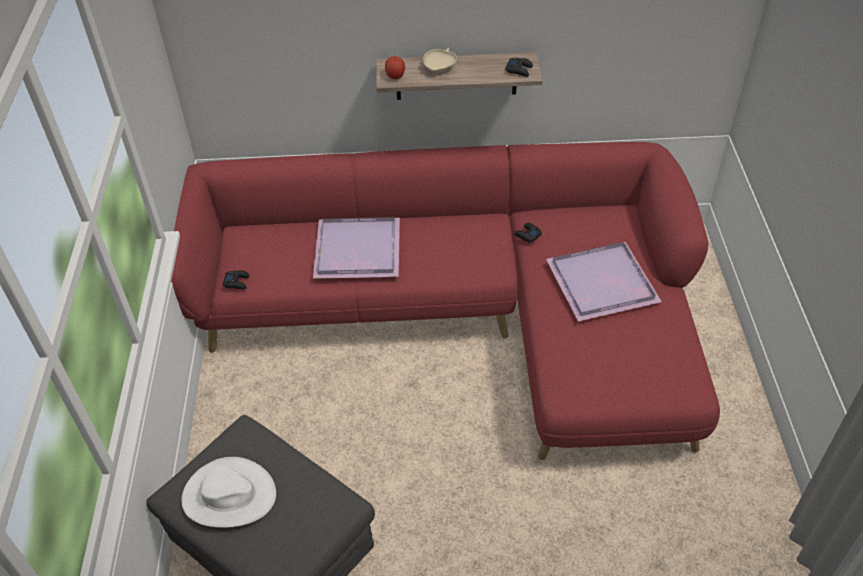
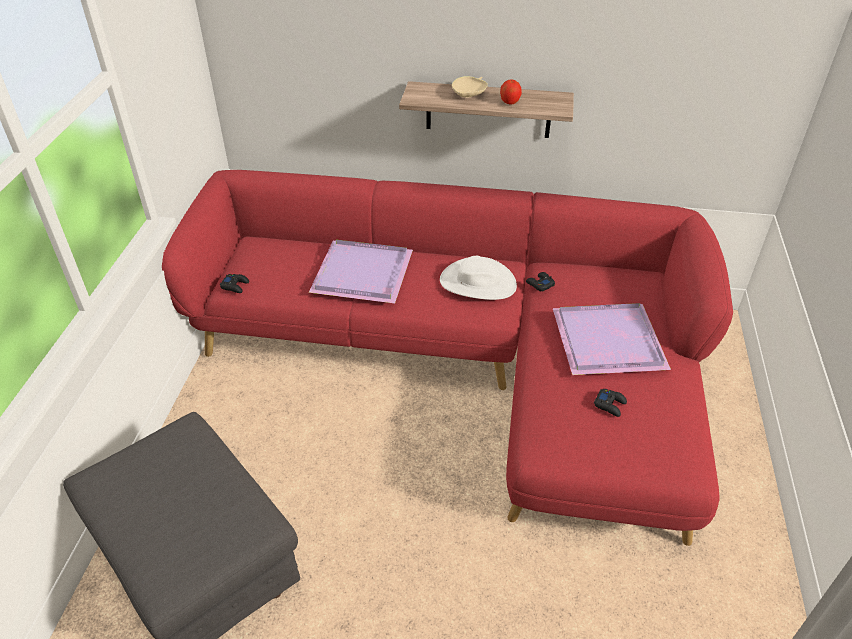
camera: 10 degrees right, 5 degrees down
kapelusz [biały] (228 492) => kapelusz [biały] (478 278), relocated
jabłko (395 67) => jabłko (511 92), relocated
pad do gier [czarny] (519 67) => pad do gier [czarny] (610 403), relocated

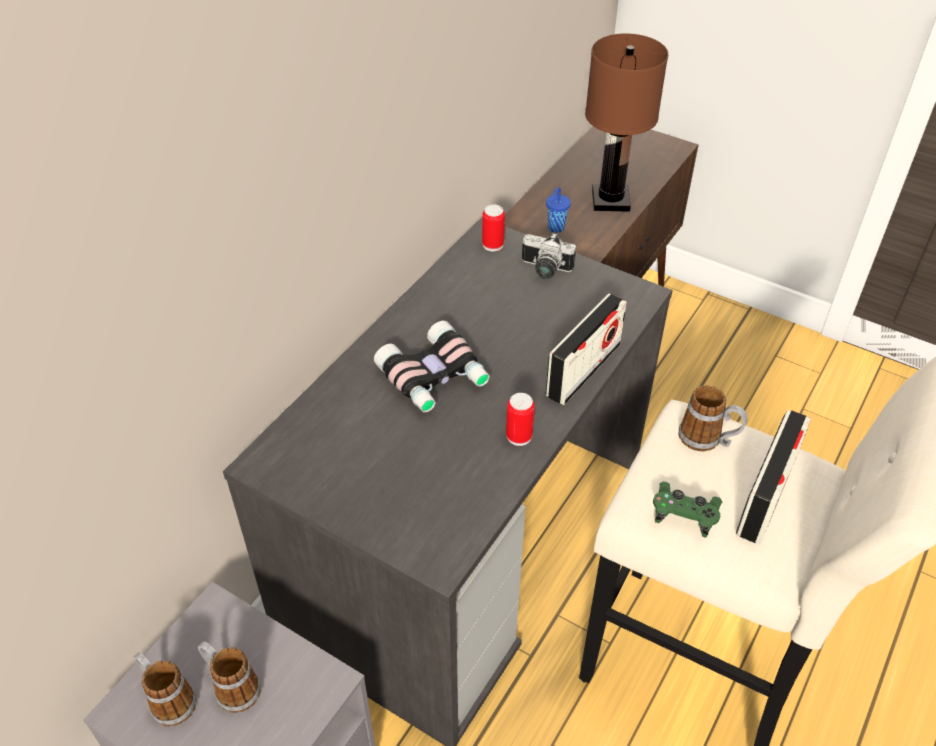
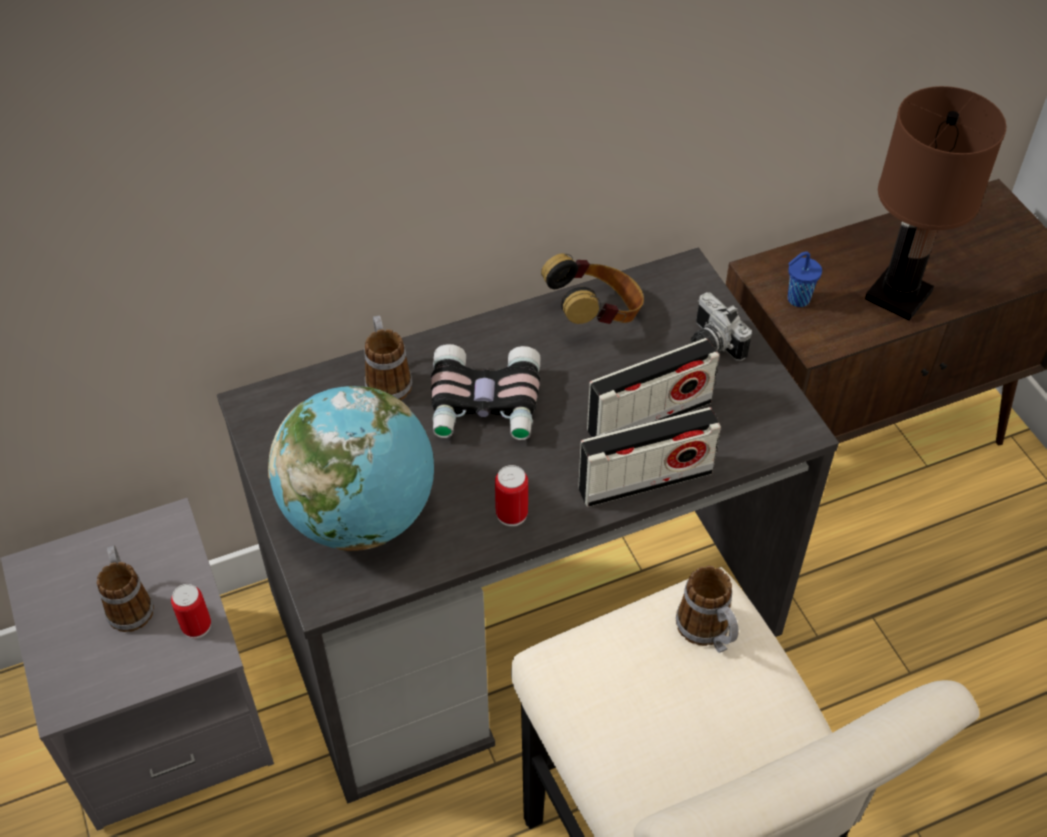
camera: 35 degrees right, 5 degrees up
puszka (493 227) => puszka (191 611), relocated
nothing => globus (351 468)
kubek (164 689) => kubek (388 357), relocated
nothing => słuchawki (592 288)
radio (773 477) => radio (653 387), relocated
pad do gier [zielony] (688 509) => nothing

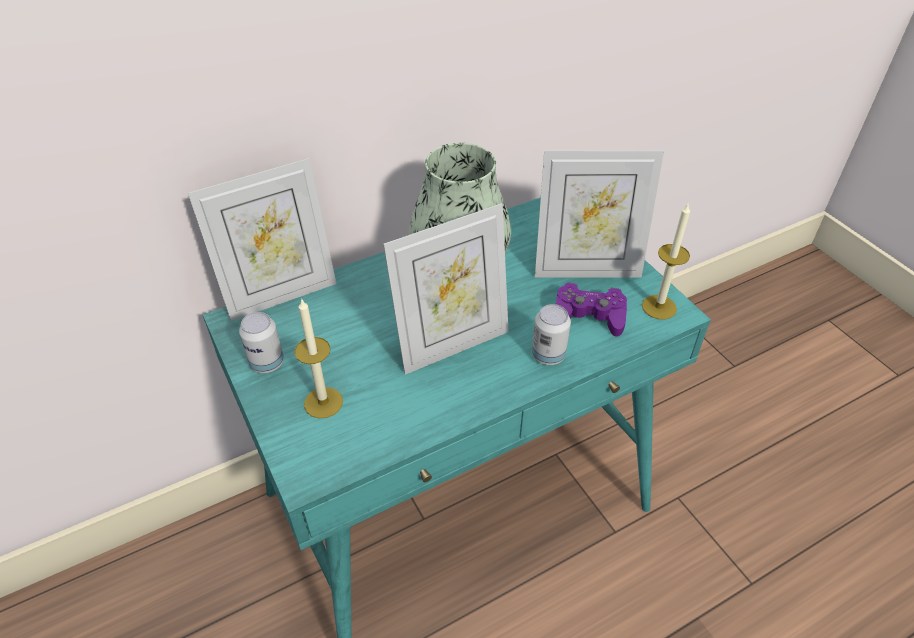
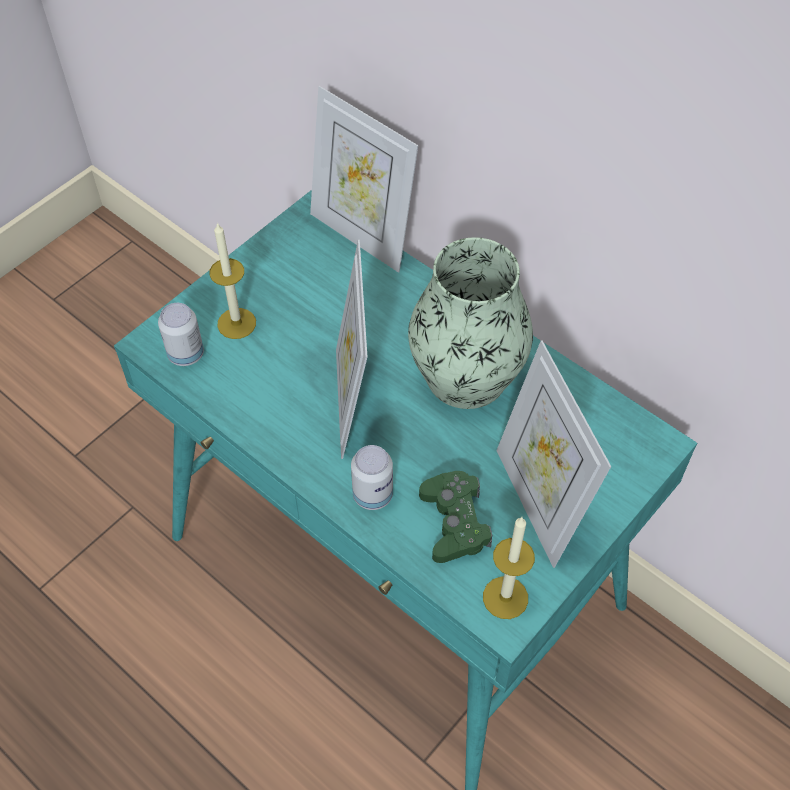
camera: 70 degrees right, 10 degrees up
puszka (261 342) => puszka (181 334), relocated
ramka na zdjęcie (446 289) => ramka na zdjęcie (352 349), 45 degrees clockwise
pad do gier [fioletowy] (591 310) => pad do gier [zielony] (455 517)

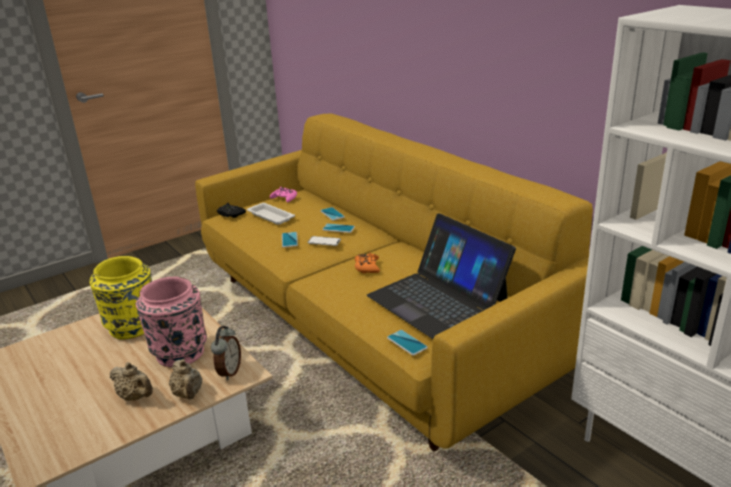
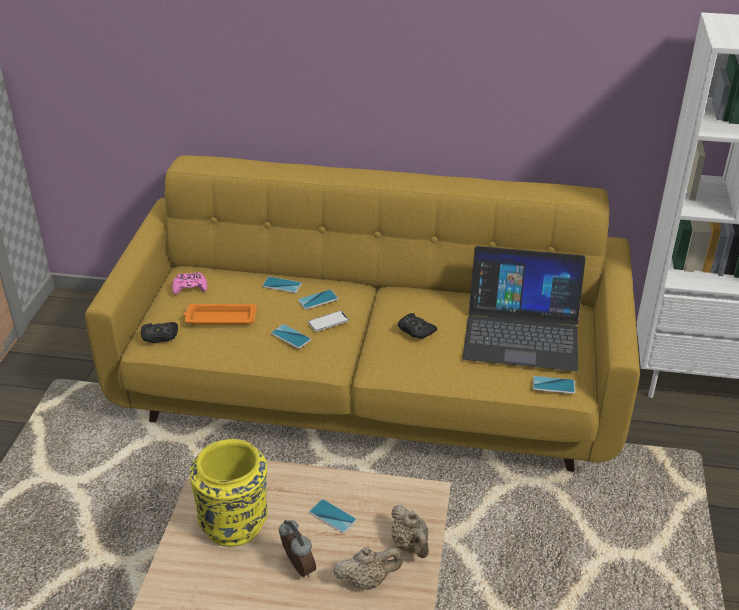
camera: 45 degrees left, 10 degrees up
taca [biały] (271 214) => taca [pomarańczowy] (220 314)
budzik (226 353) => budzik (297 548), relocated
wazon [różowy] (171 322) => telefon (333 516)
imbryk [beżowy] (185 379) => imbryk [beżowy] (410 531), 45 degrees clockwise
pad do gier [pomarańczowy] (367 263) => pad do gier [czarny] (417 326)

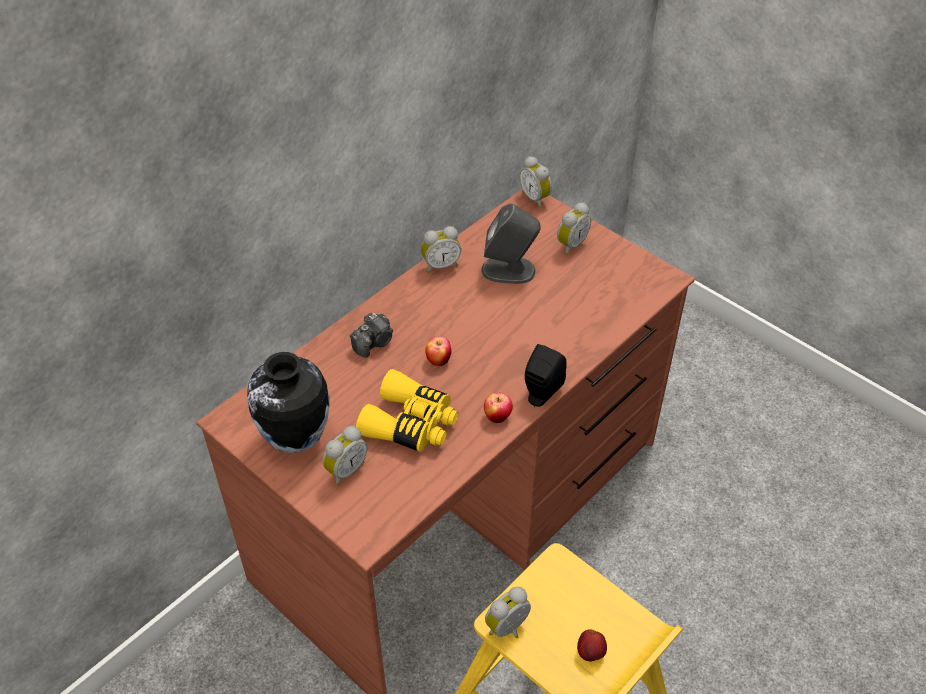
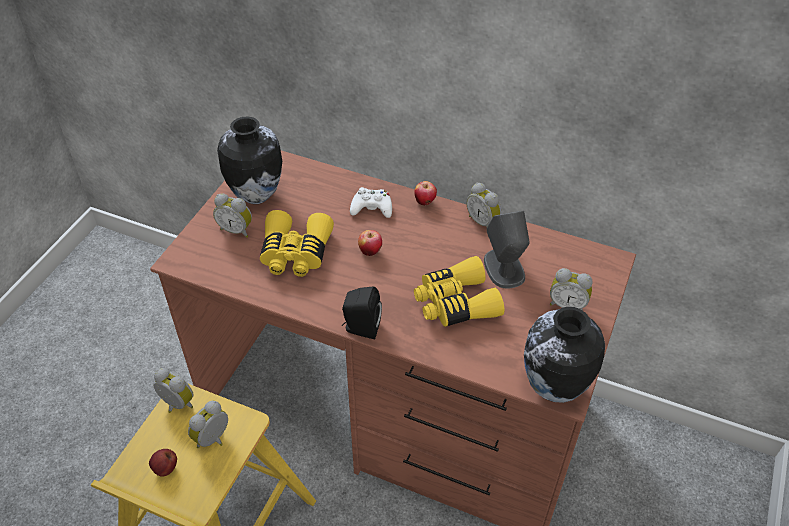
camera: 70 degrees right, 0 degrees up
budzik (535 182) => budzik (208 424), relocated
aparat fotograficzny (371 335) => pad do gier [biały] (371 202)
jabłko (498 408) => jabłko (425 193), relocated
nothing => lornetka [żółty] (459 291)
nothing => wazon (564 355)

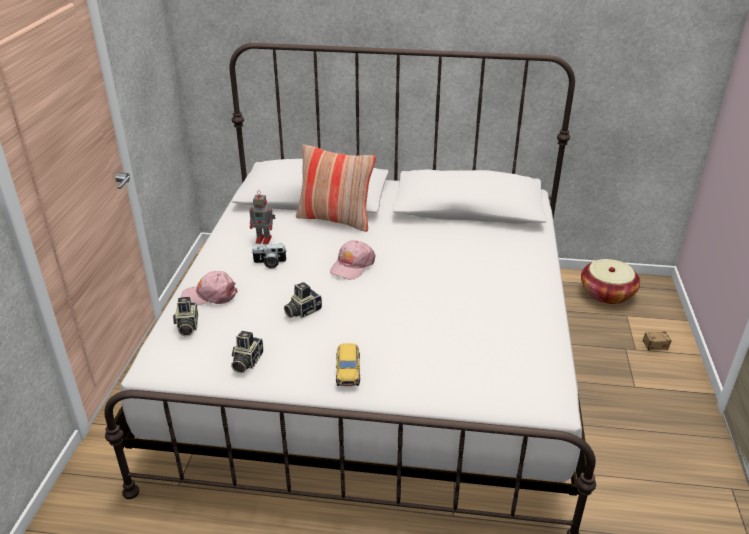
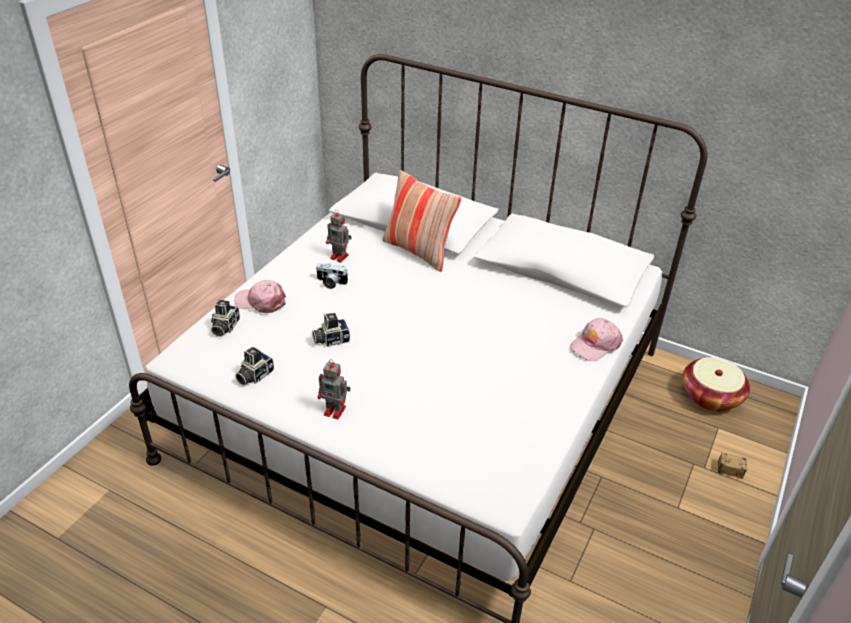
camera: 20 degrees right, 5 degrees up
samochodzik (348 364) => robot zabawkowy (334 389)
czapka z daszkiem [różowy] (353 260) => czapka z daszkiem [różowy] (596 339), relocated

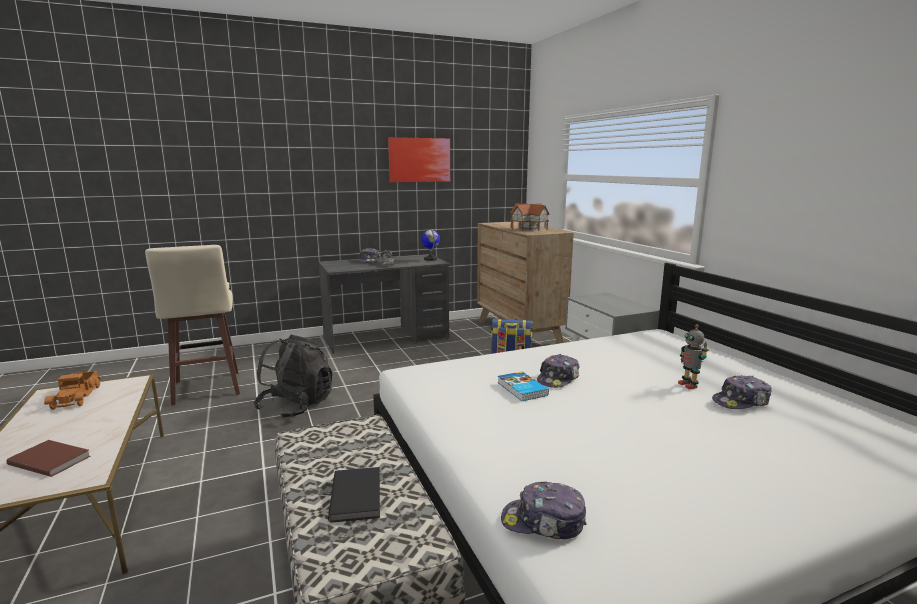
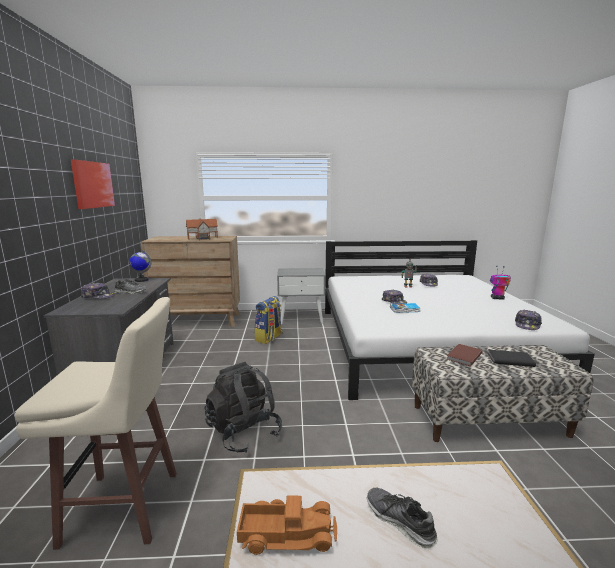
camera: 70 degrees left, 0 degrees up
nothing => but (402 518)
książka [brązowy] (48 458) => książka [brązowy] (464 355), relocated
nothing => robot zabawkowy (500 283)

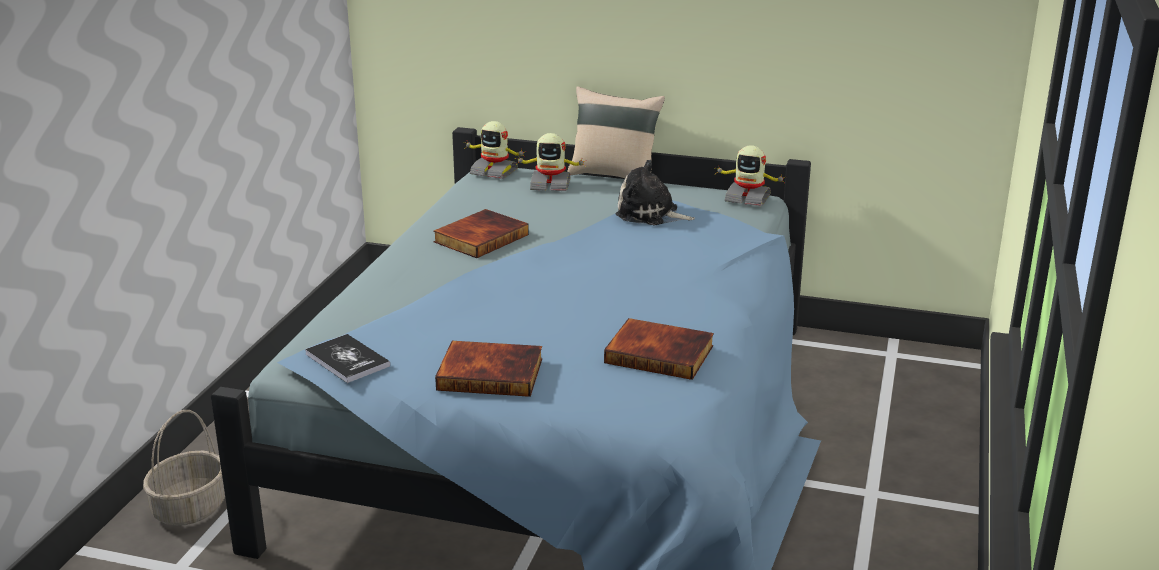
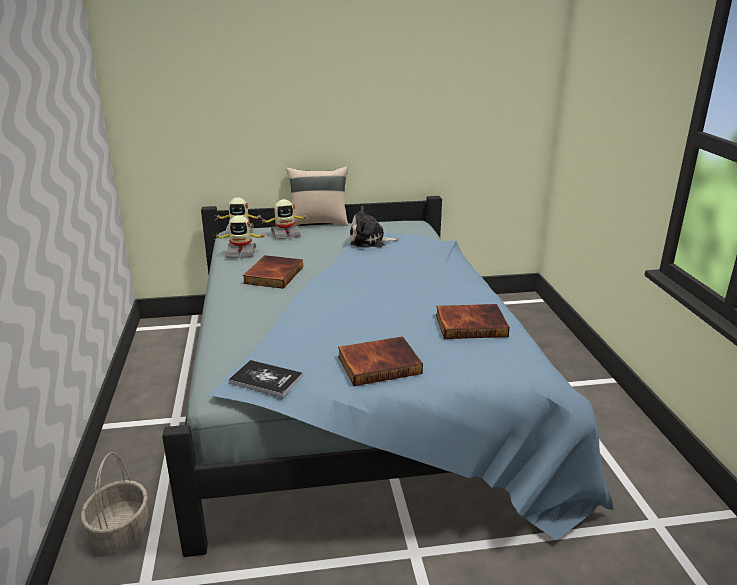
camera: 25 degrees left, 0 degrees up
robot zabawkowy (749 176) => robot zabawkowy (240 236), relocated

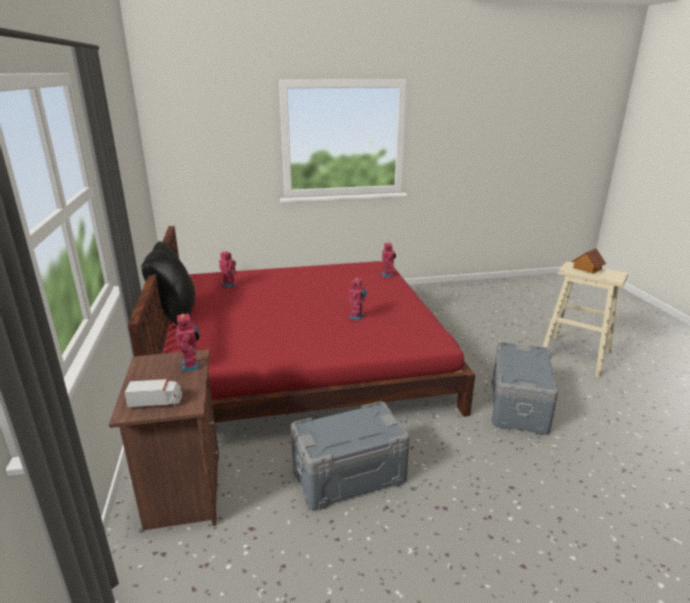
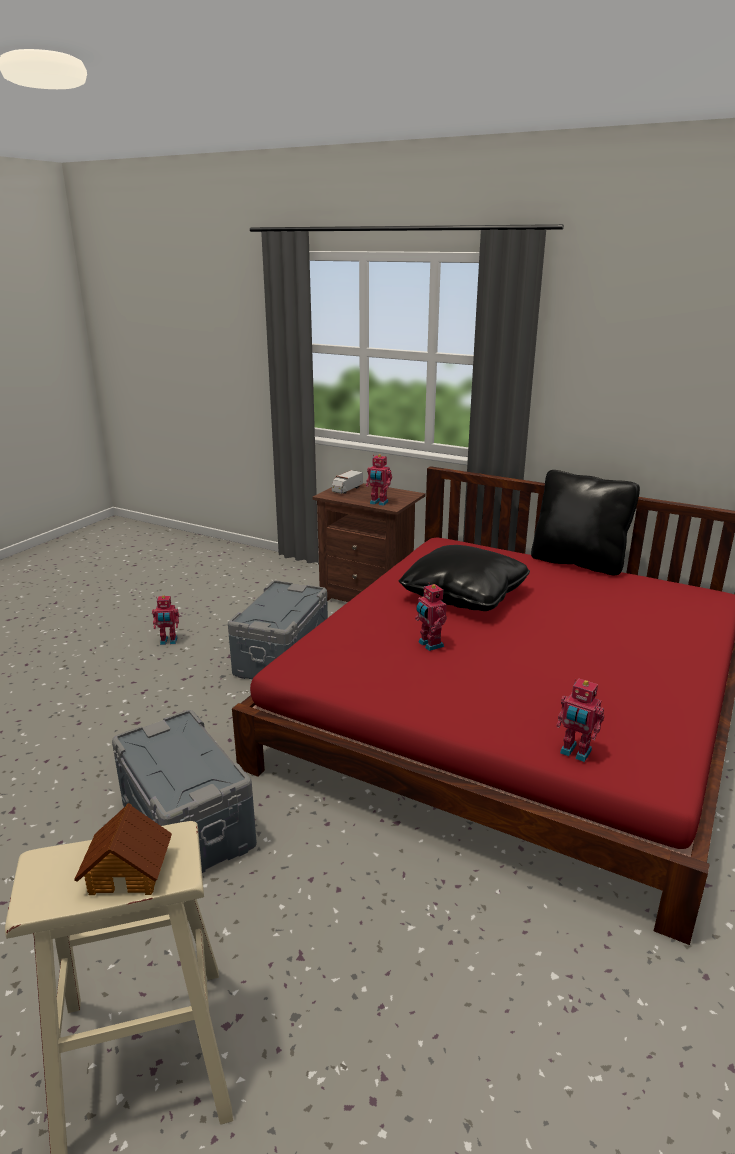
camera: 130 degrees right, 0 degrees up
robot zabawkowy (228 269) => robot zabawkowy (165 620), relocated
nothing => poduszka [czarny] (464 578)

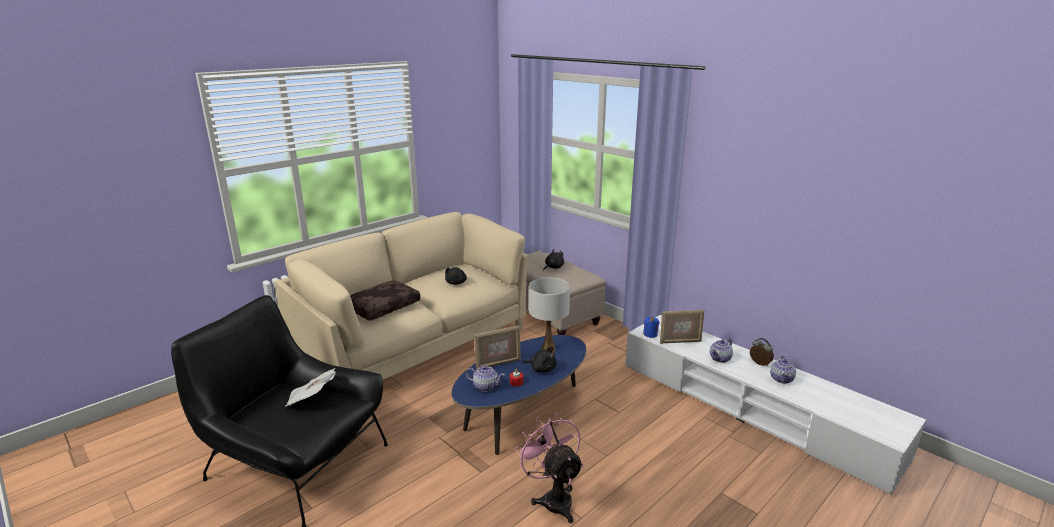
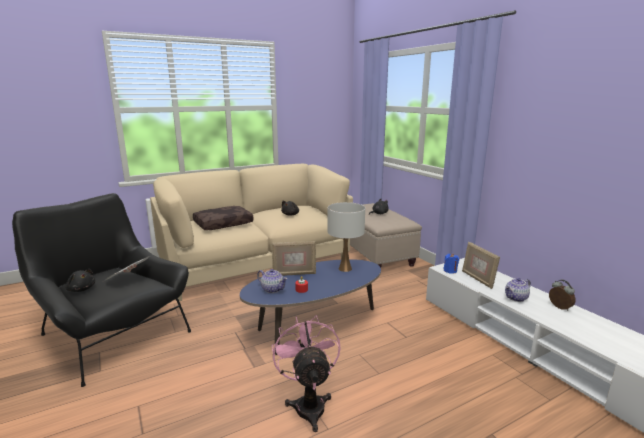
camera: 15 degrees right, 5 degrees down
pluszak [czarny] (539 359) => pluszak [czarny] (80 280), relocated
ramka na zdjęcie (682 327) => ramka na zdjęcie (481 265), 60 degrees clockwise
imbryk (783 370) => nothing

